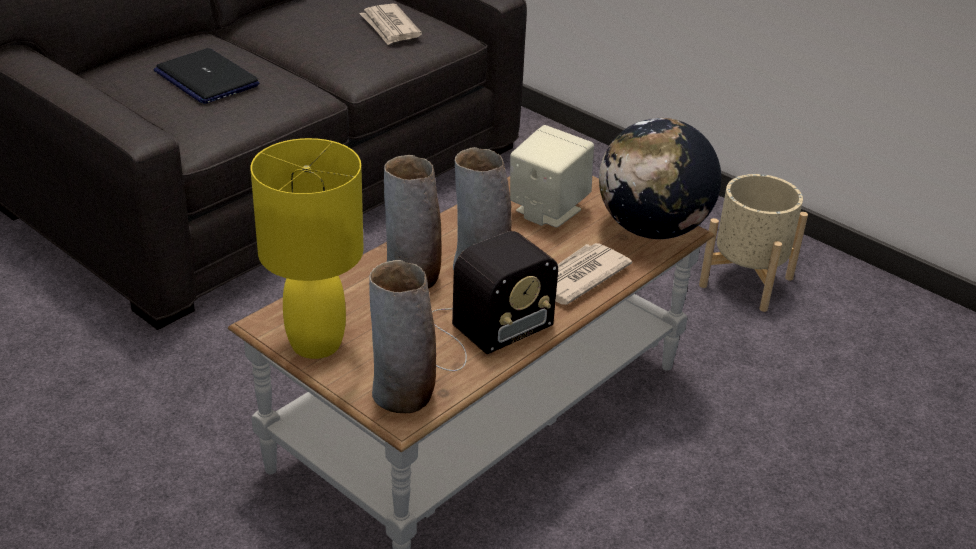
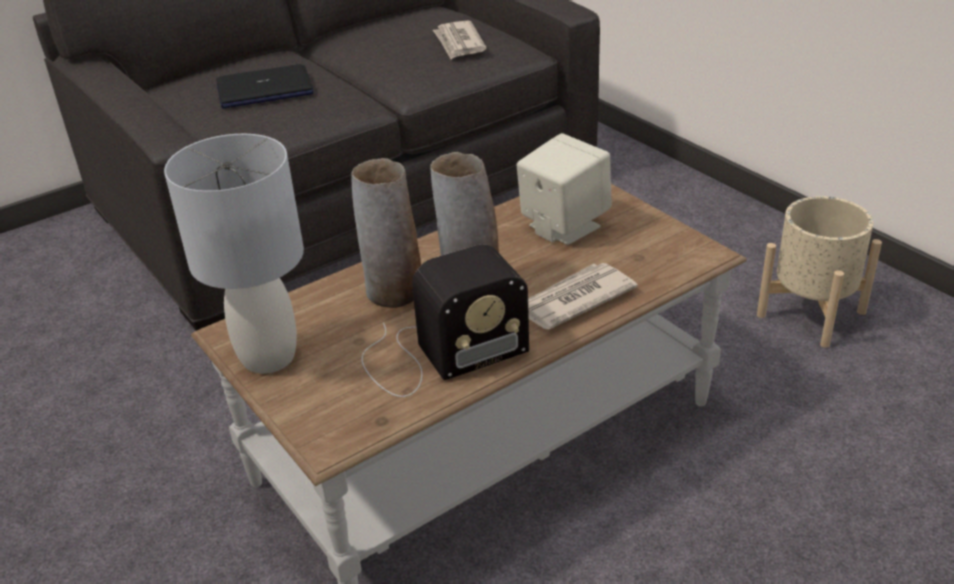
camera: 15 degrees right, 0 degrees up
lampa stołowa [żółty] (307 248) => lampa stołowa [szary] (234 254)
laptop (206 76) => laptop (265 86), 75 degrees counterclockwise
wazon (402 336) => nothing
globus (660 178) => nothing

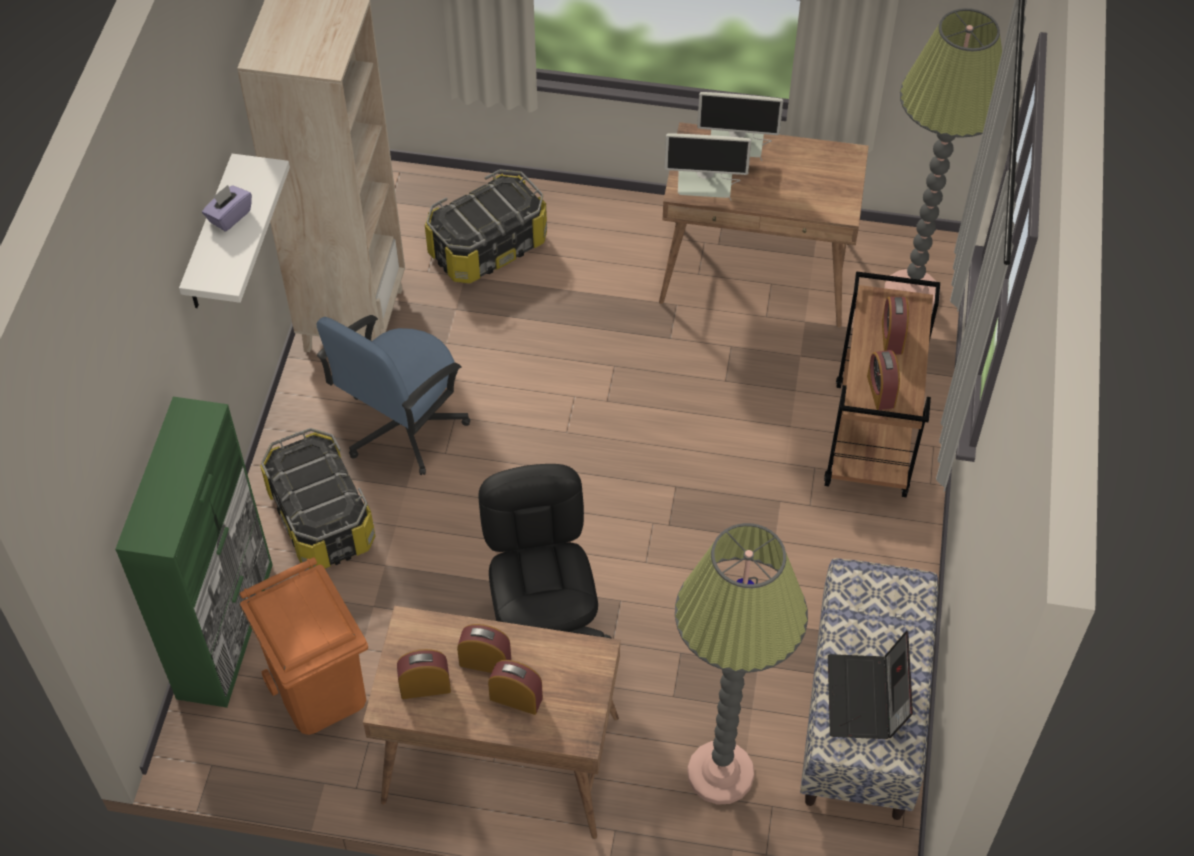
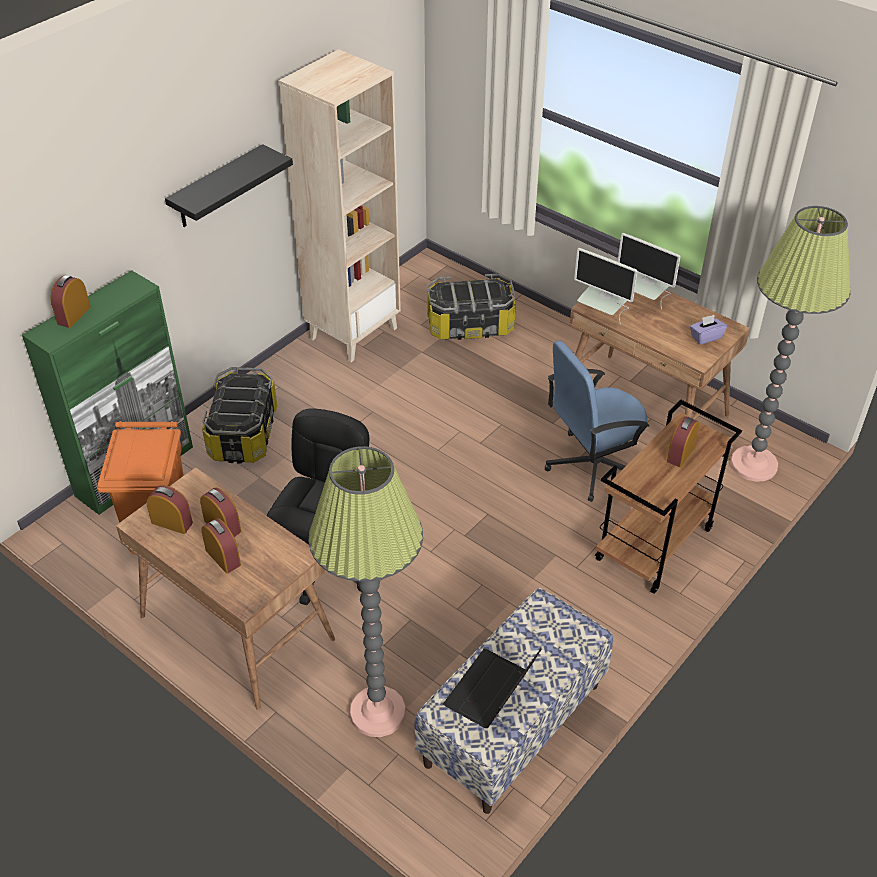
camera: 30 degrees right, 10 degrees down
budzik (883 380) => budzik (71 301), relocated
półka [biały] (234 231) => półka [czarny] (229 185)
krzesło biurowe [niebieski] (393 395) => krzesło biurowe [niebieski] (597 421), relocated
pudełko chusteczek [fioletowy] (227 208) => pudełko chusteczek [fioletowy] (708 330), relocated

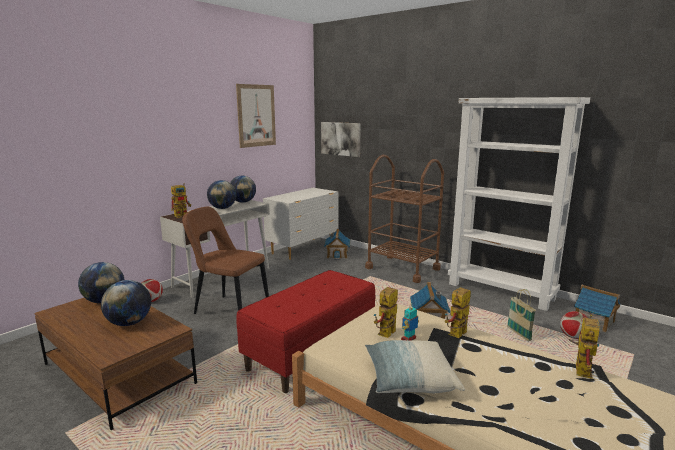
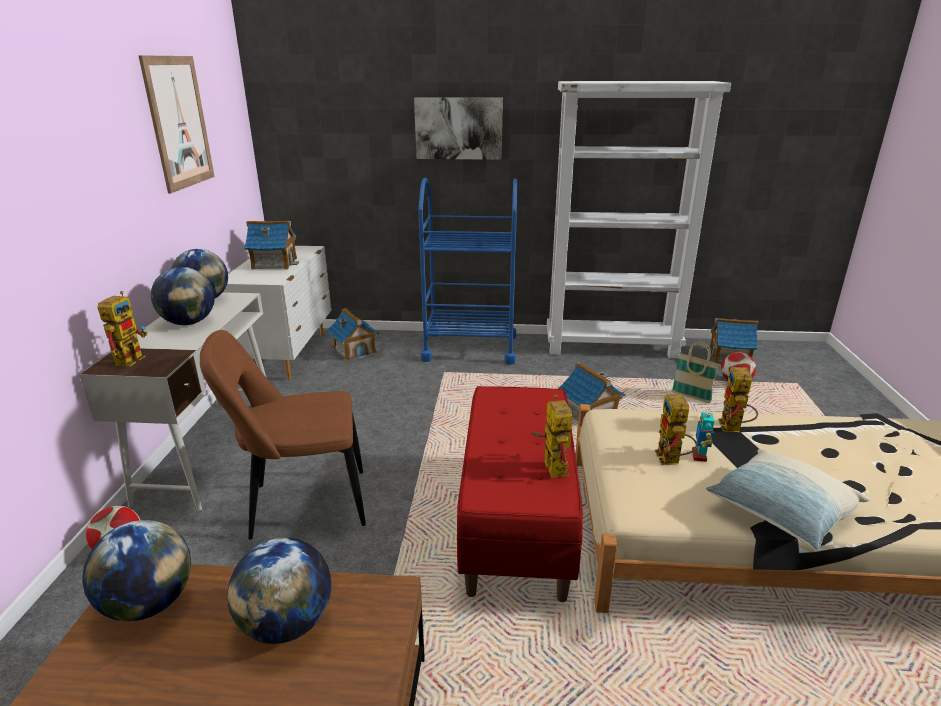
camera: 35 degrees left, 10 degrees up
nothing => domek (271 245)
obraz (341 139) => obraz (458 128), relocated
wózek [brązowy] (404 219) => wózek [niebieski] (468 271)
robot zabawkowy (584 346) => robot zabawkowy (552 436), relocated

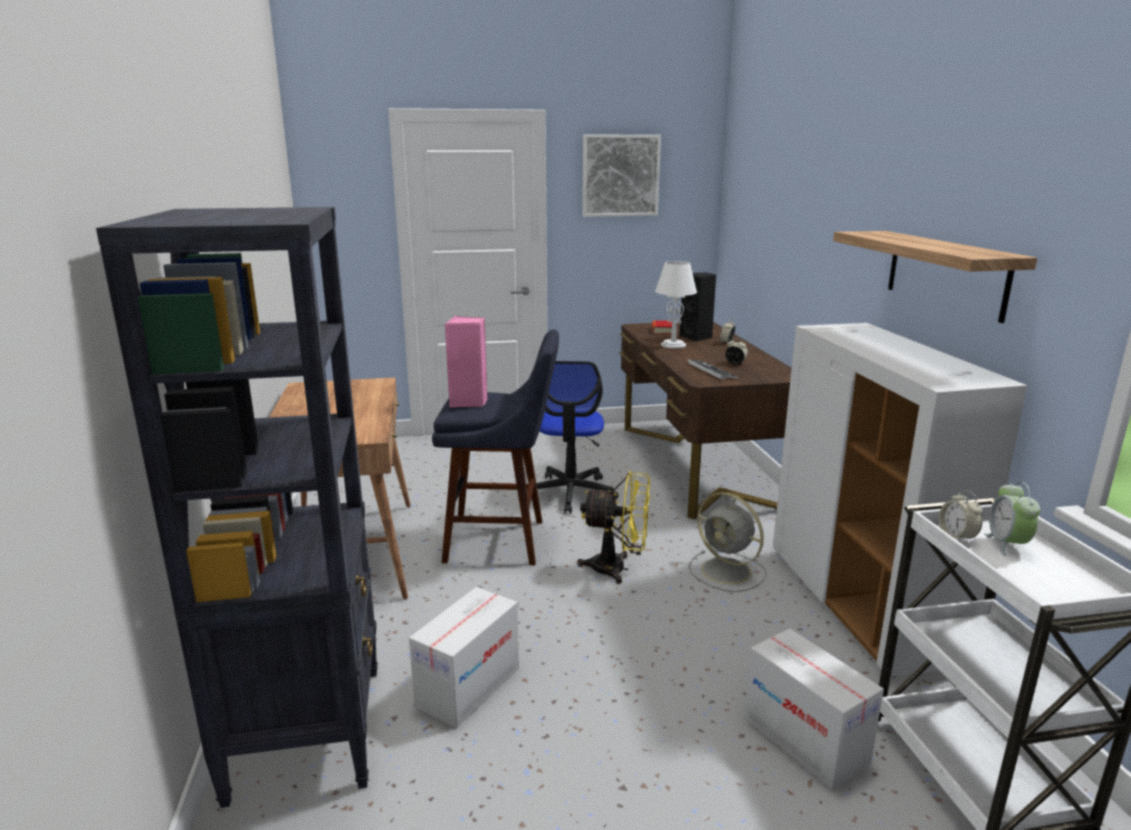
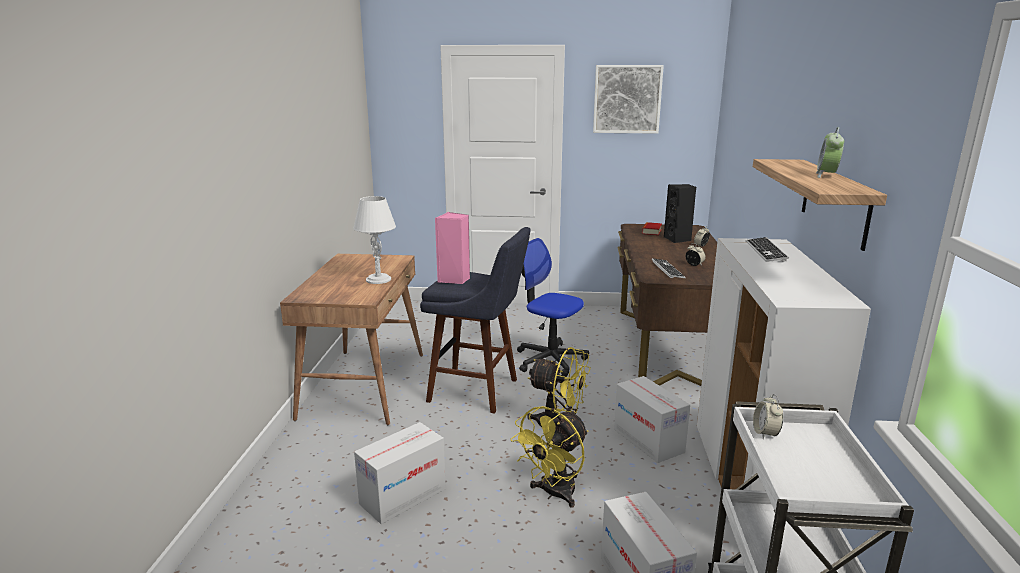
camera: 15 degrees right, 0 degrees up
lampa stołowa [biały] (676 305) => lampa stołowa [biały] (374 240), relocated
nothing => wentylator [żółty] (549 457)
krzesło biurowe (577 437) => krzesło biurowe (553 307), 105 degrees clockwise
wentylator [szary] (727 542) => karton (652 419)
nothing => klawiatura (767 249)
budzik (1012 519) => budzik (830 152), relocated
regał [czarny] (237 507) => nothing

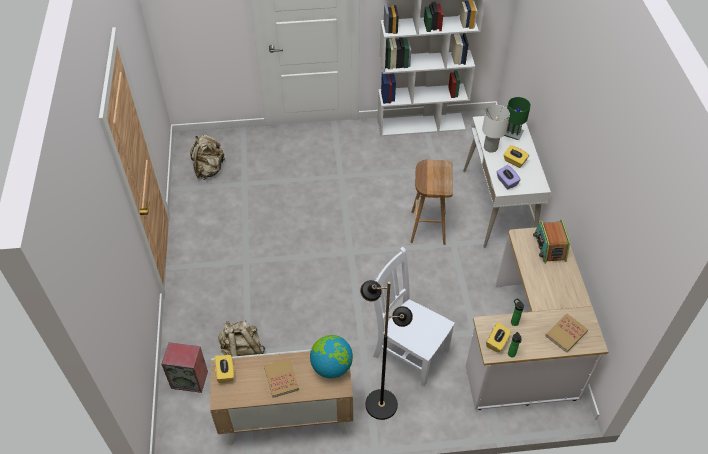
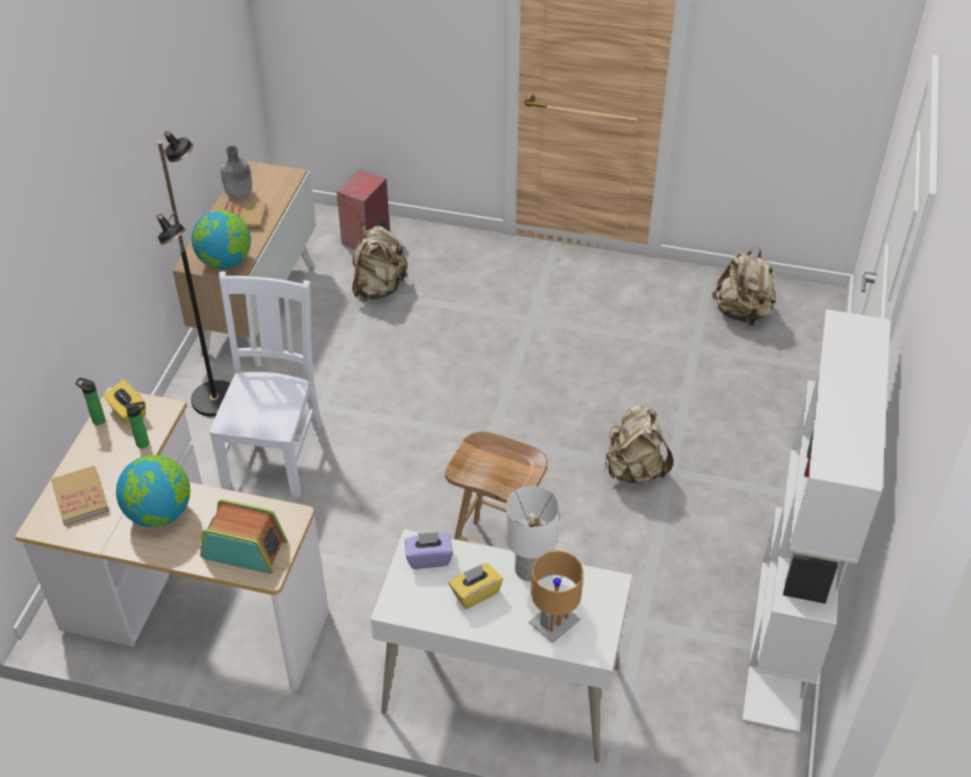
camera: 110 degrees right, 5 degrees down
nothing => globus (153 491)
krzesło [biały] (414 317) => krzesło [biały] (266 384), 45 degrees counterclockwise
nothing => butelka [szary] (236 172)
lampa stołowa [zielony] (517 118) => lampa stołowa [brązowy] (556 596)
nothing => plecak [beżowy] (638 444)
pudełko chusteczek [żółty] (224 369) => nothing

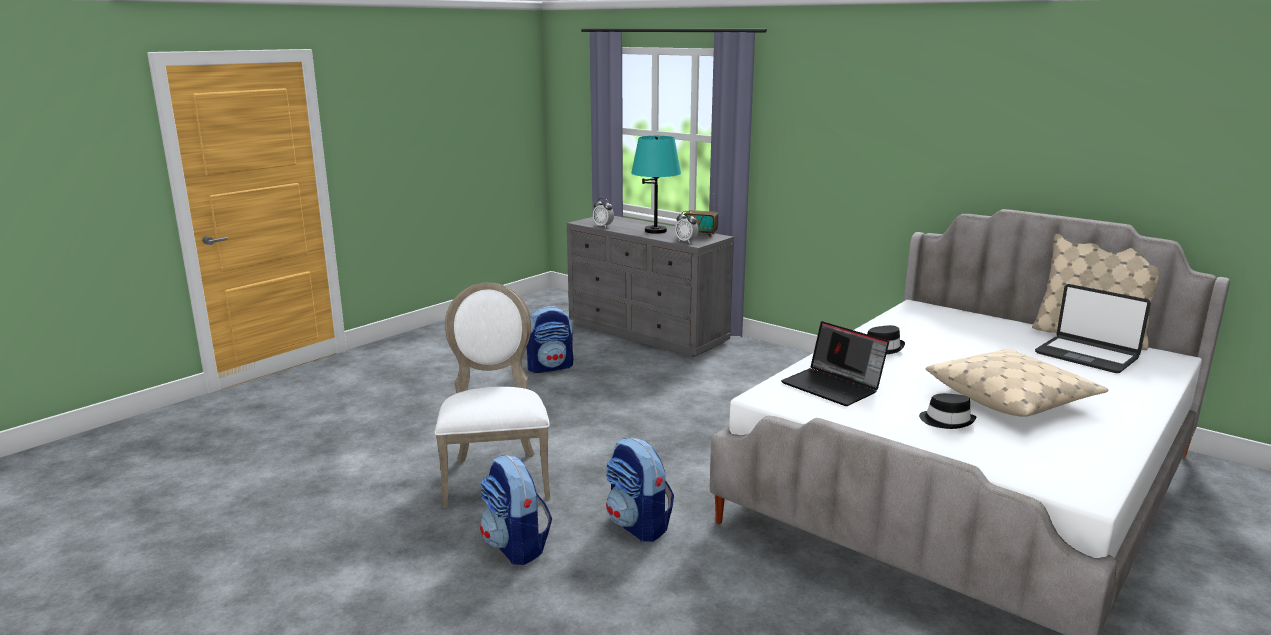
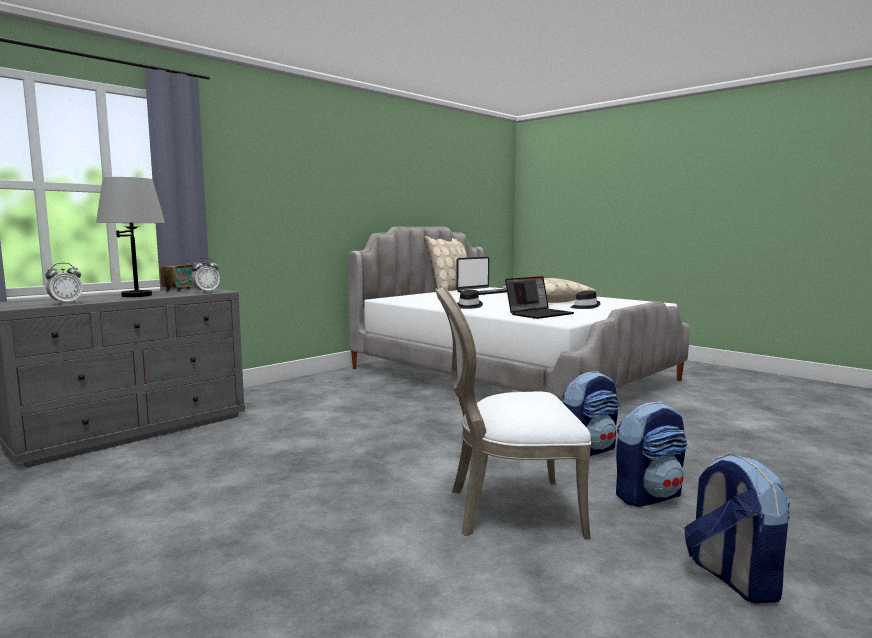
camera: 85 degrees left, 10 degrees down
lampa stołowa [turkusowy] (656 185) => lampa stołowa [szary] (130 237)
plecak (549 339) => plecak (737 528), relocated

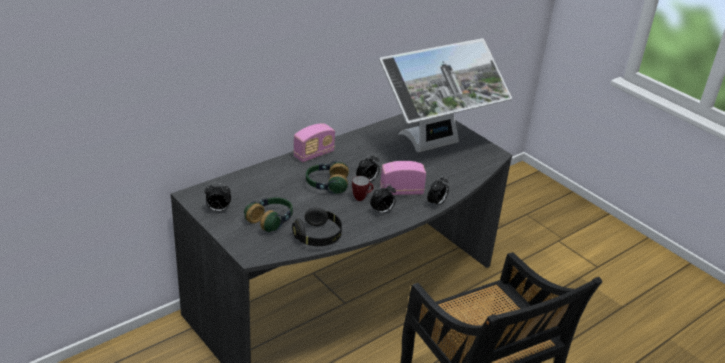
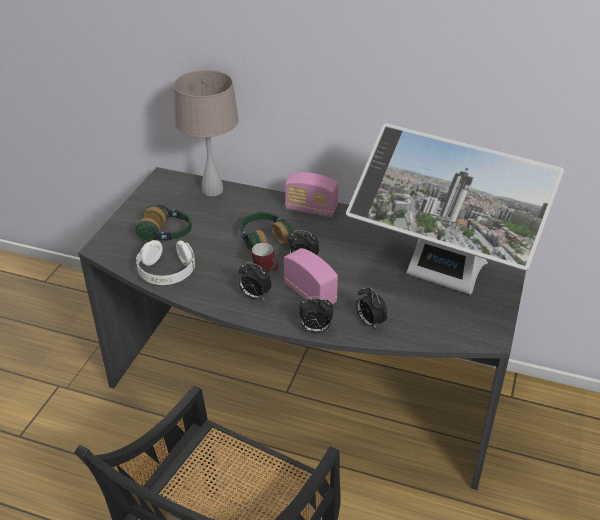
camera: 60 degrees right, 5 degrees up
słuchawki [czarny] (317 226) => słuchawki [biały] (165 262)
nothing => lampa stołowa [beżowy] (206 133)
budzik (218 197) => budzik (372 307), relocated

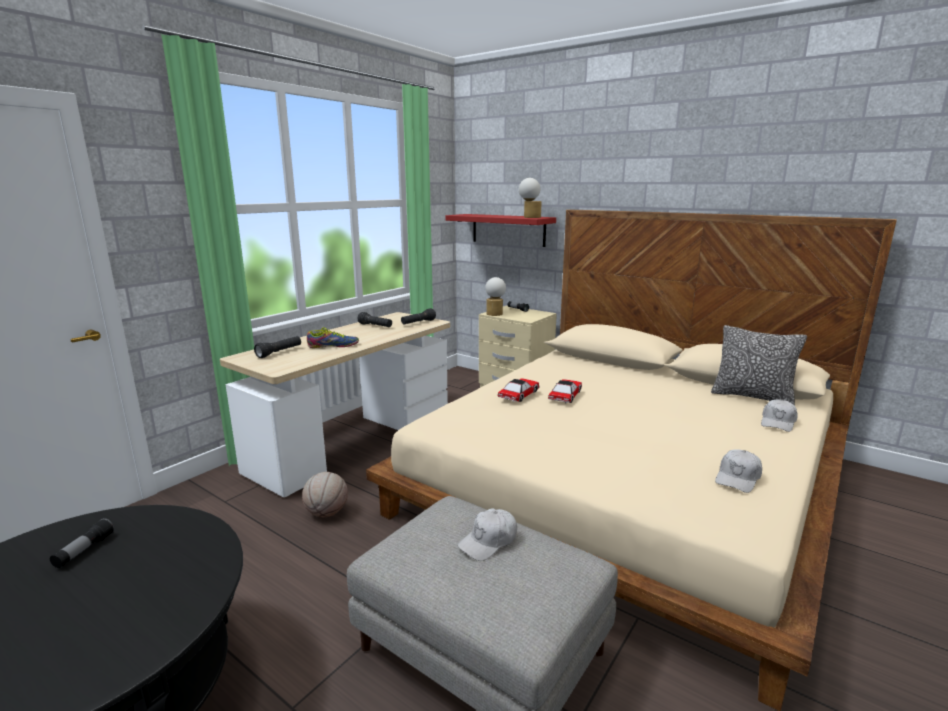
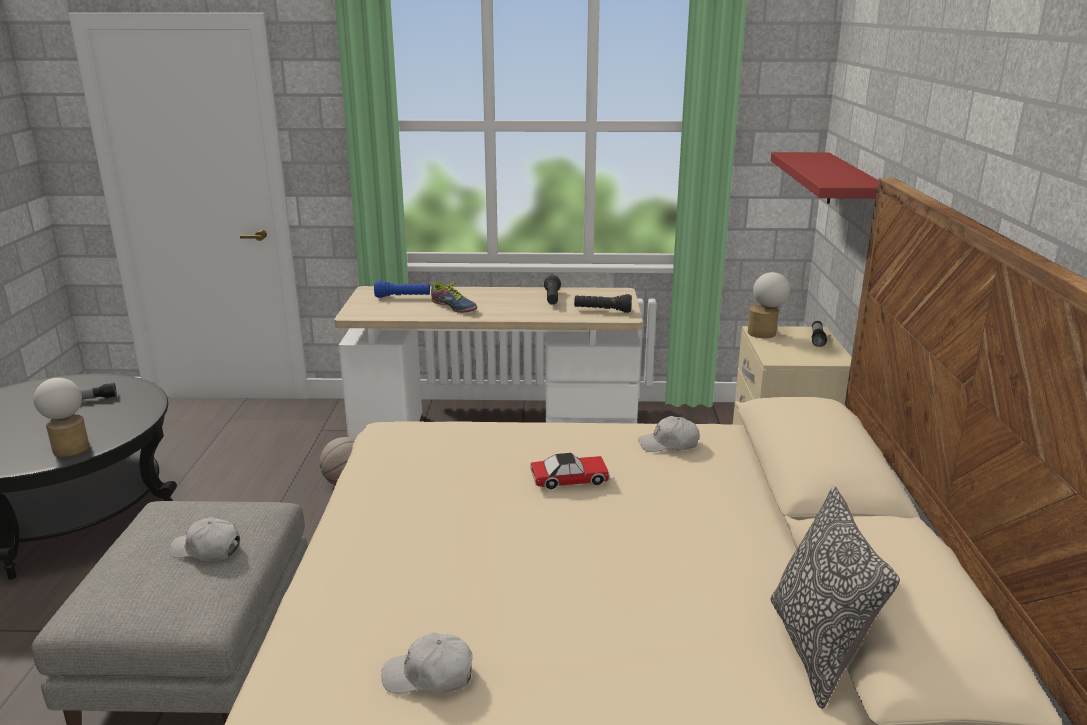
camera: 55 degrees right, 5 degrees up
lampa stołowa (530 198) => lampa stołowa (61 417), relocated
latarka [czarny] (277 347) => latarka [niebieski] (402 289)
czapka z daszkiem [biały] (779 415) => czapka z daszkiem [biały] (668 434), relocated
samochodzik (519 390) => nothing

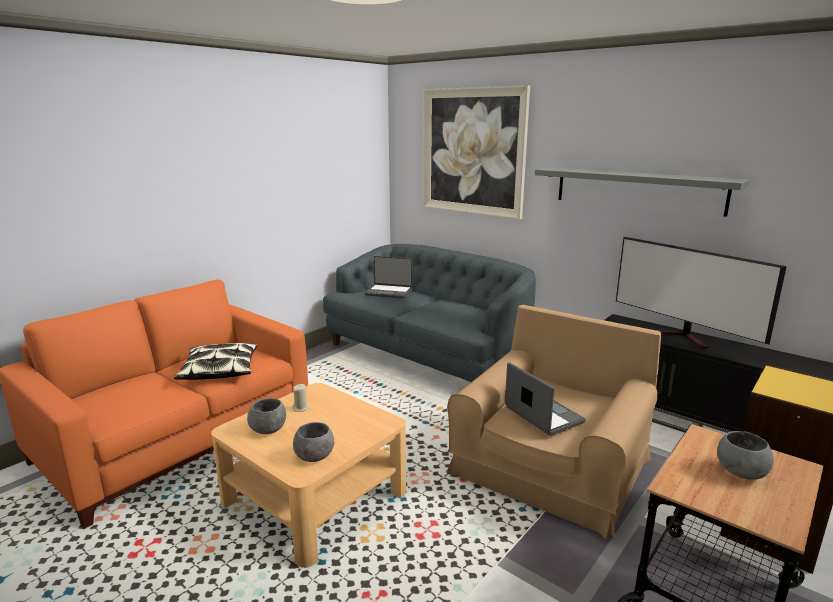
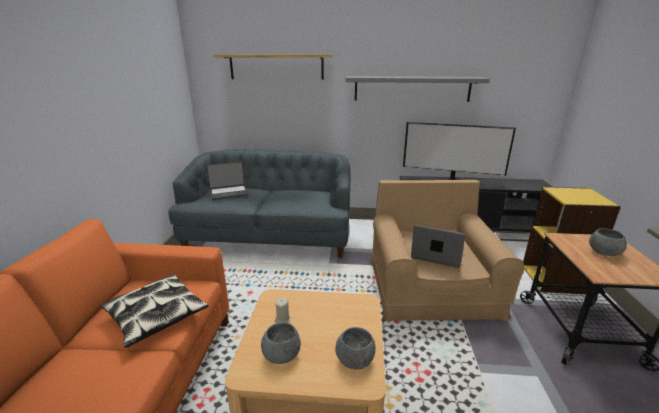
camera: 35 degrees left, 5 degrees up
obraz (476 152) => półka (272 67)

